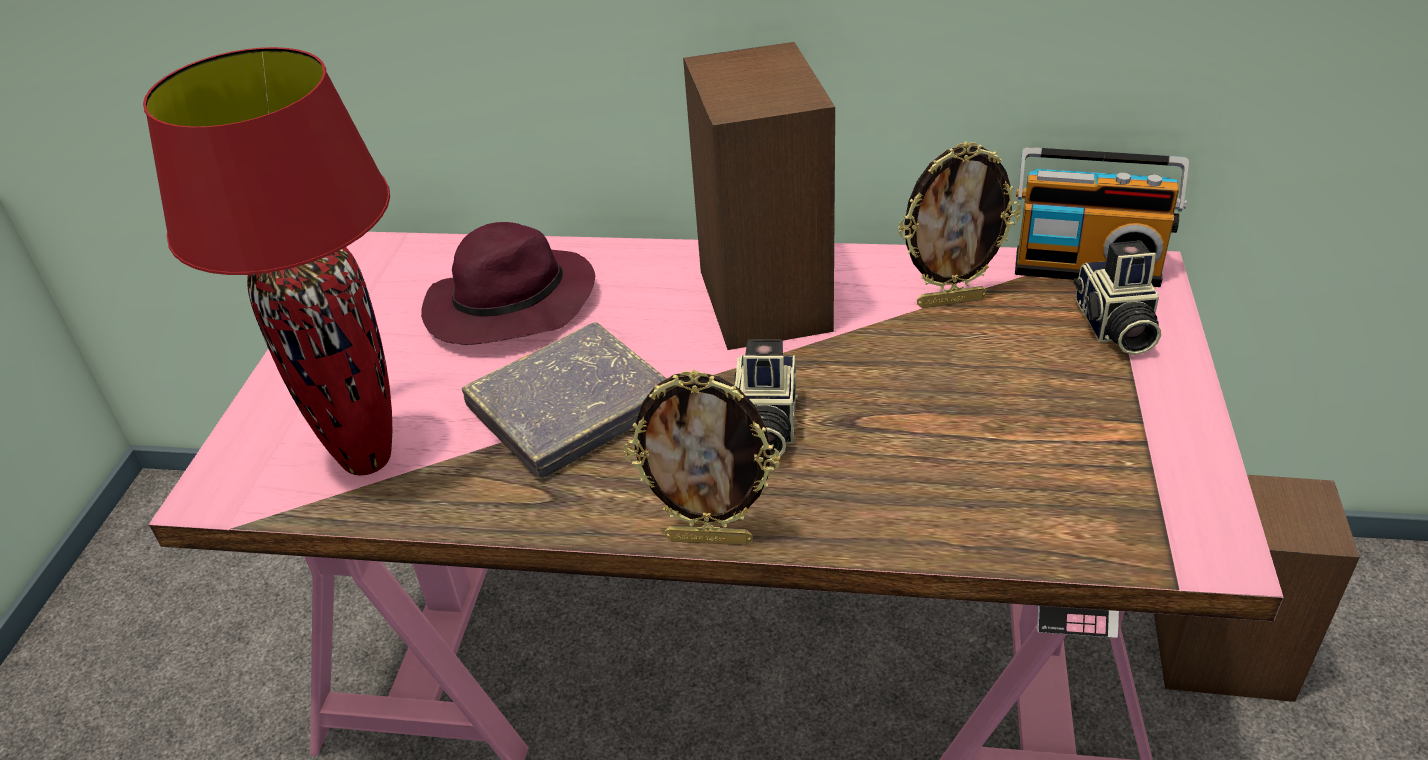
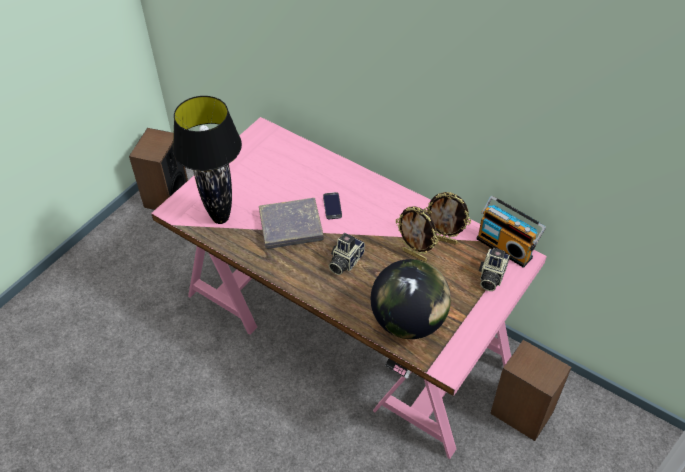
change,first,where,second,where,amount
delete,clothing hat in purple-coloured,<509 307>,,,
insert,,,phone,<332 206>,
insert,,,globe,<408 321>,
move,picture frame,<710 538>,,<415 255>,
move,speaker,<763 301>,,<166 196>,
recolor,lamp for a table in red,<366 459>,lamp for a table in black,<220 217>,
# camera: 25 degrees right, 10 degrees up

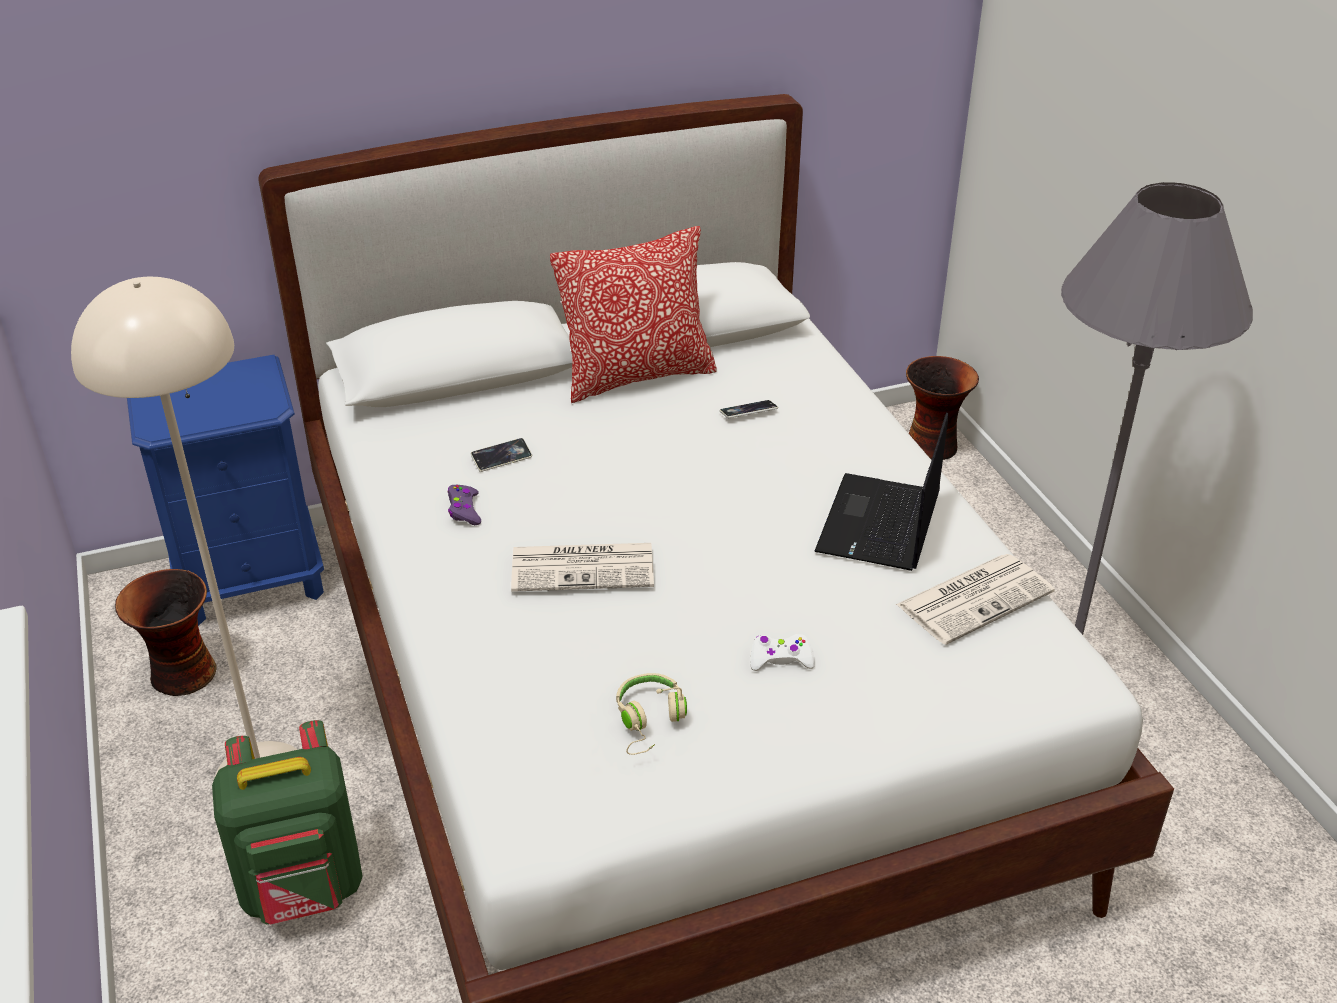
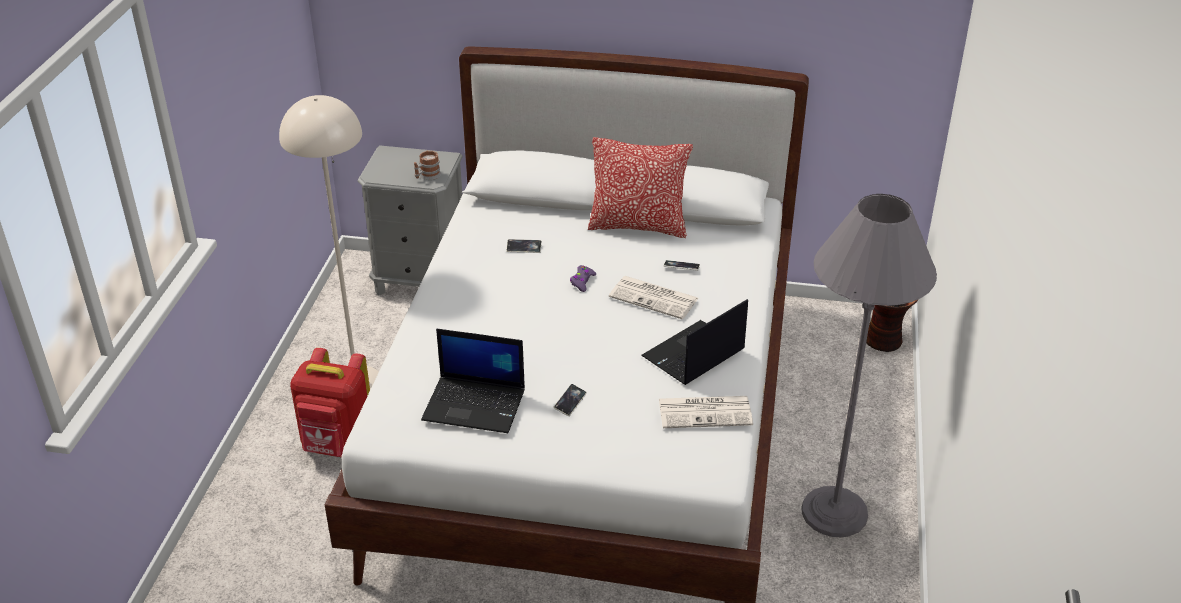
change,first,where,second,where,amount
delete,vase,<182 675>,,,
insert,,,mug,<427 176>,
move,game controller in purple-coloured,<464 510>,,<582 281>,
move,printed paper,<585 567>,,<655 298>,
replace,pair of headphones in sand-coloured,<650 721>,notebook computer,<476 404>,
replace,game controller in white,<780 659>,phone,<570 402>,
recolor,nightstand in blue-coloured,<251 580>,nightstand in greyish,<421 280>,
recolor,knapsack in green,<304 890>,knapsack in red,<338 445>,
# camera: 30 degrees right, 0 degrees up

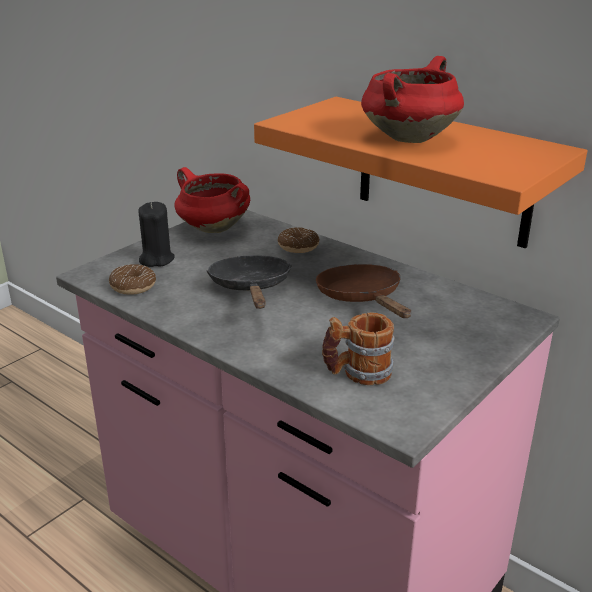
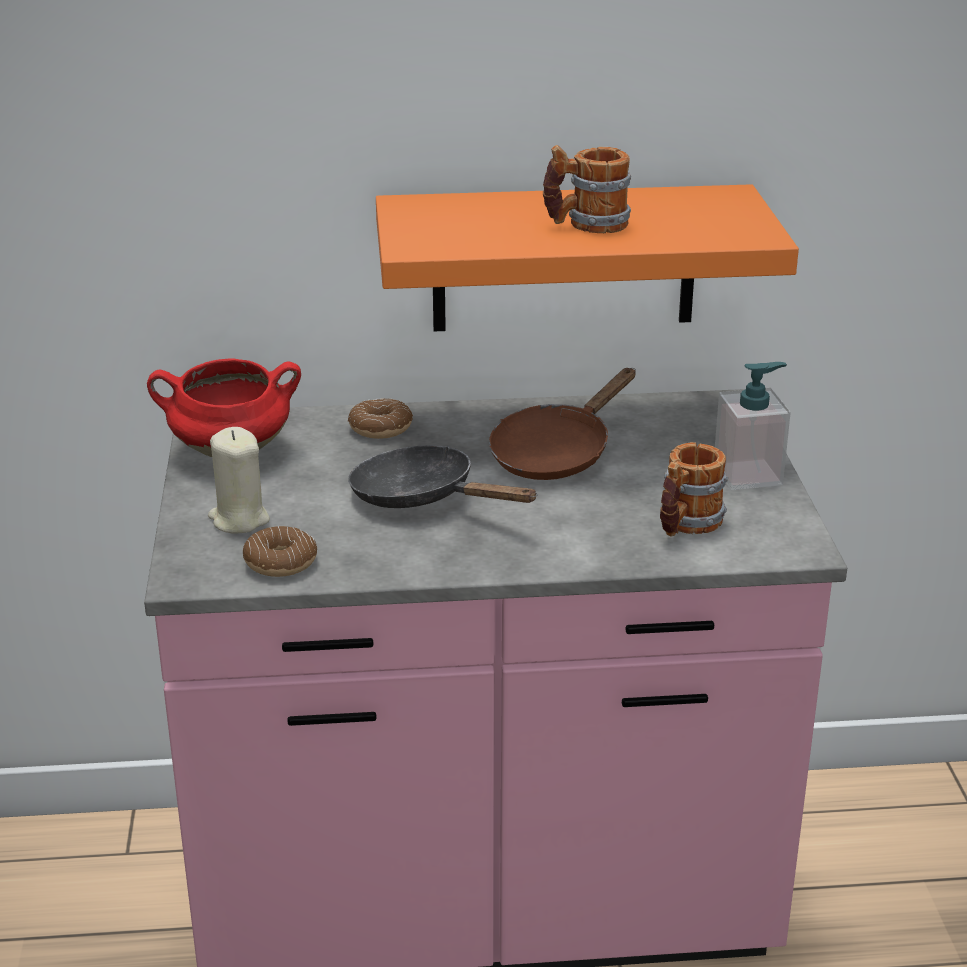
change,first,where,second,where,amount
insert,,,soap dispenser,<748 475>,
replace,saucepot in red,<409 138>,mug,<586 224>,
recolor,candle in black,<156 259>,candle in sand-coloured,<239 519>,
rotate,skillet in brown,<362 298>,,<557 453>,75 degrees counterclockwise
# camera: 45 degrees left, 0 degrees up

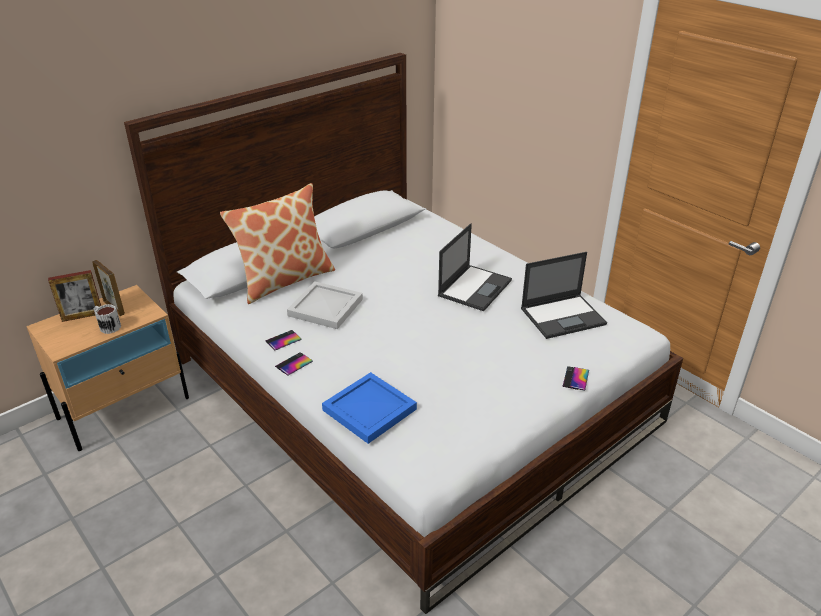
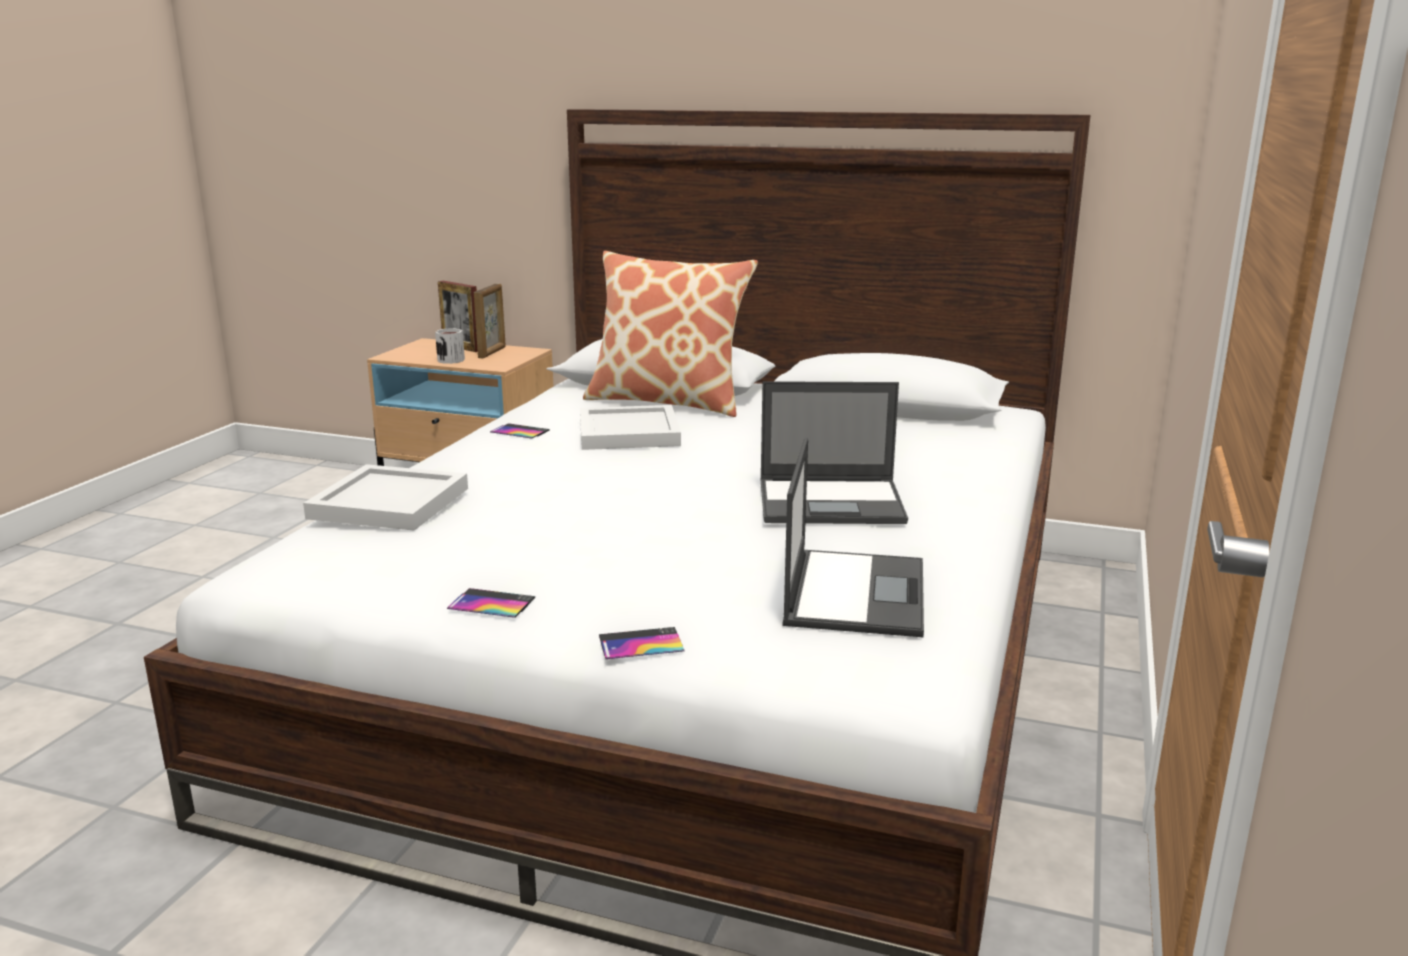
change,first,where,second,where,amount
move,phone,<294 364>,,<491 603>,
recolor,tray in blue-coloured,<369 408>,tray in white,<392 502>,
rotate,notebook computer,<563 316>,,<855 592>,120 degrees counterclockwise
# camera: 60 degrees right, 15 degrees down

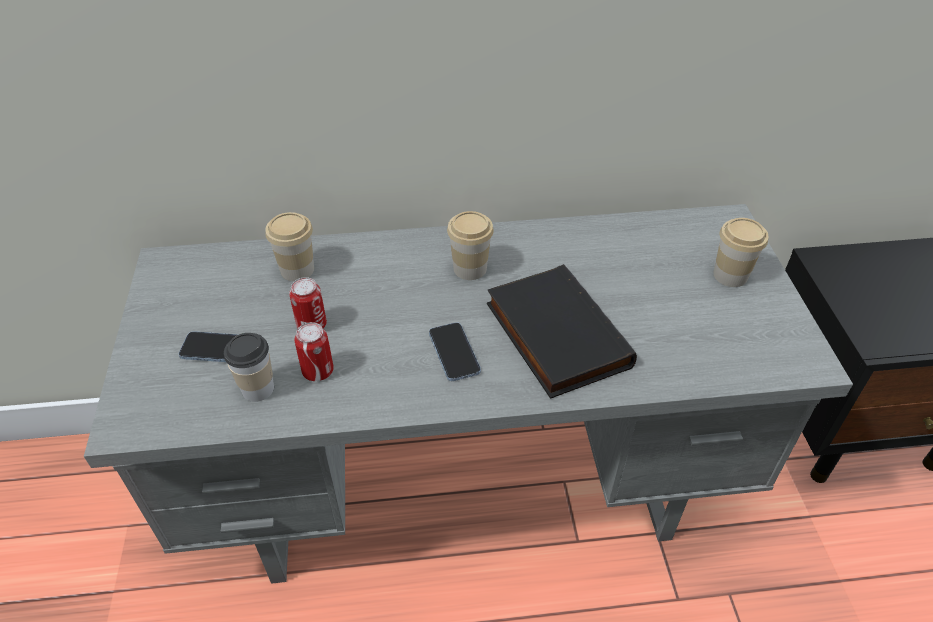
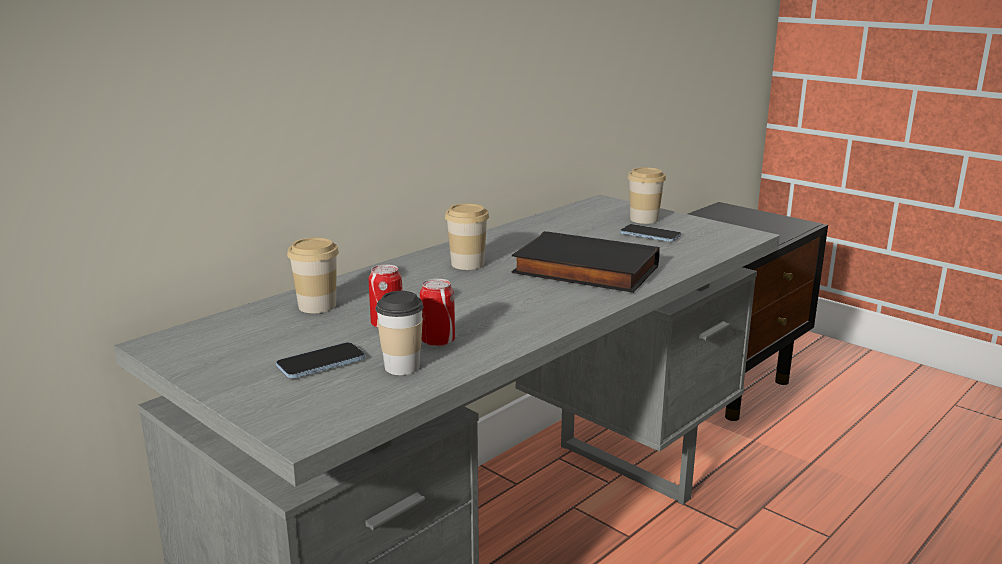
change,first,where,second,where,amount
move,phone,<454 353>,,<650 235>,
# camera: 40 degrees left, 25 degrees down

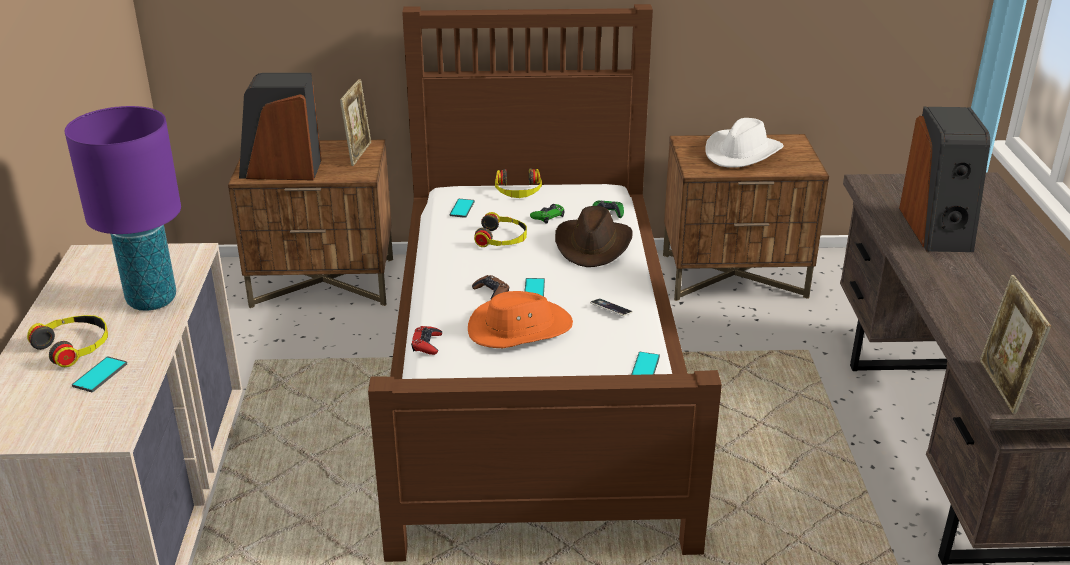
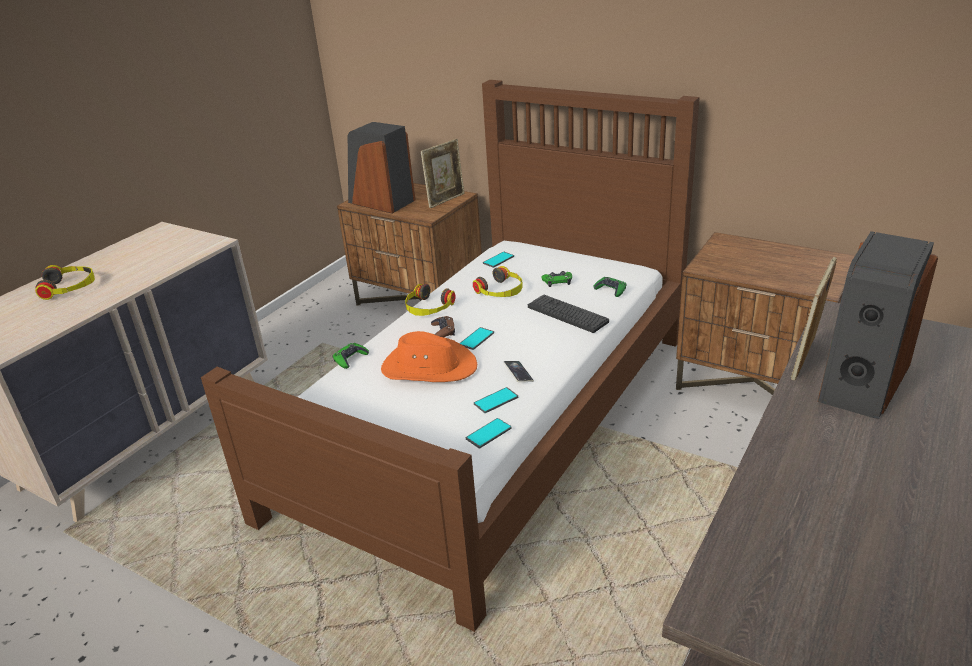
change,first,where,second,where,amount
delete,lamp for a table in purple-coloured,<151 300>,,,
delete,clothing hat in white,<742 153>,,,
move,phone,<100 375>,,<496 400>,
move,pair of headphones,<518 191>,,<428 308>,
move,picture frame,<1001 387>,,<806 360>,
replace,clothing hat in brown,<593 245>,keyboard,<567 314>,
recolor,game controller in red,<427 344>,game controller in green,<350 359>,
# camera: 35 degrees right, 0 degrees up

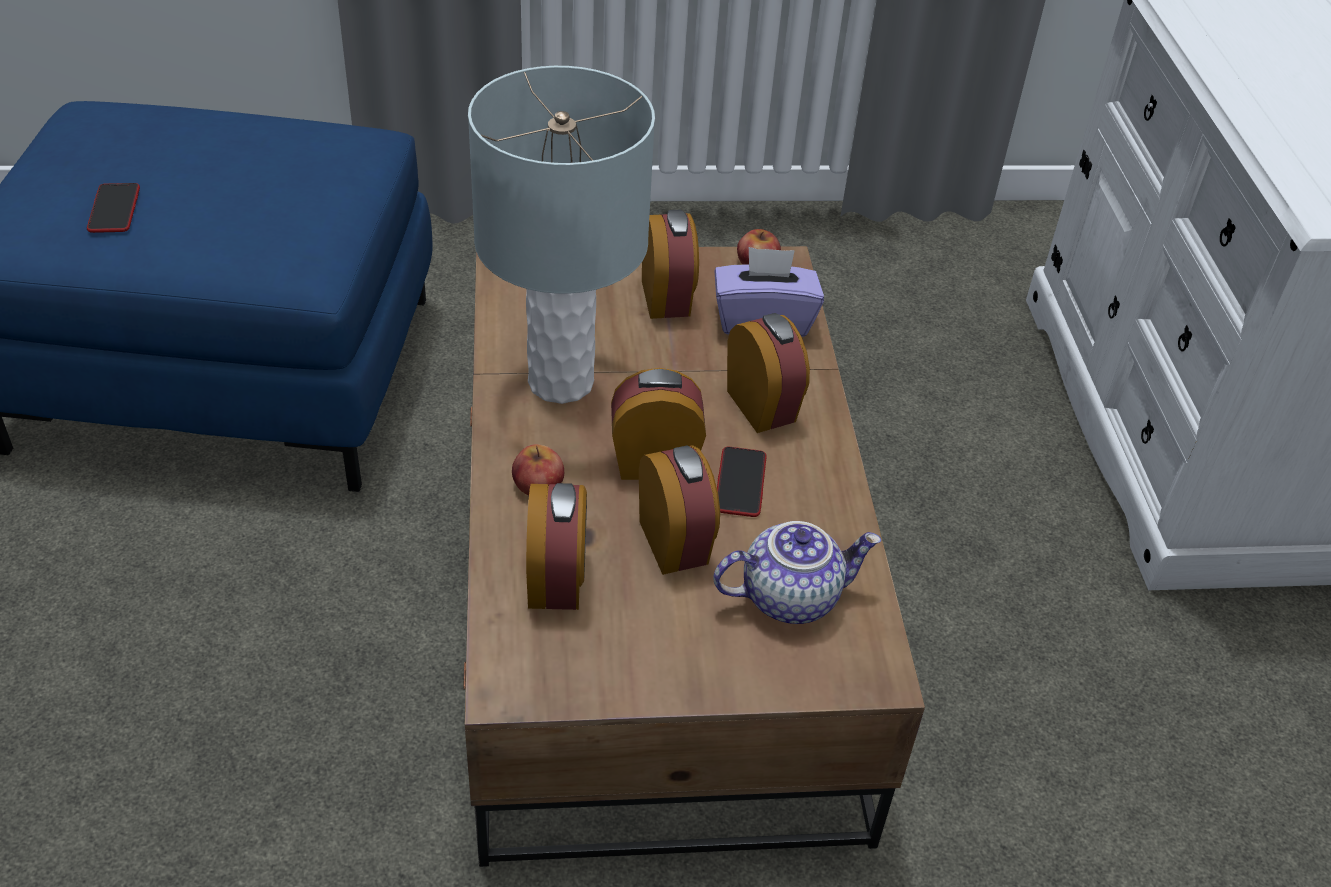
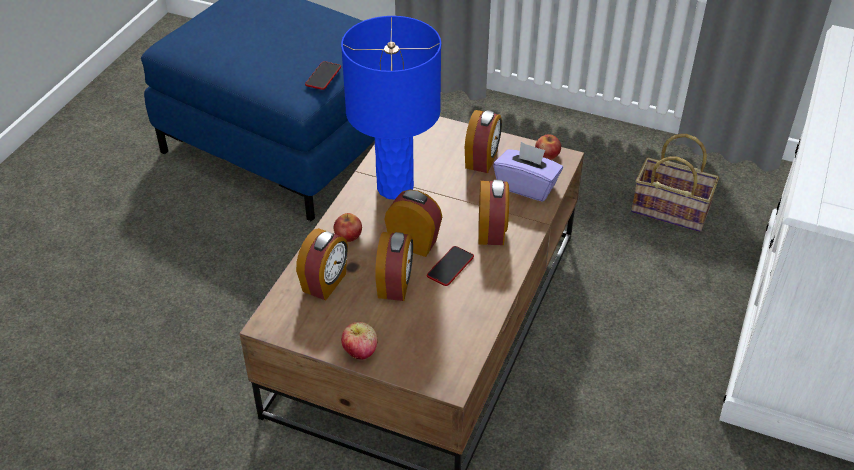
change,first,where,second,where,amount
delete,tea pot,<790 596>,,,
insert,,,whole apple,<360 352>,
insert,,,household basket,<672 210>,
move,phone,<114 209>,,<323 76>,
recolor,lamp for a table in greyish,<560 382>,lamp for a table in blue-coloured,<394 188>,
# camera: 30 degrees right, 0 degrees up

